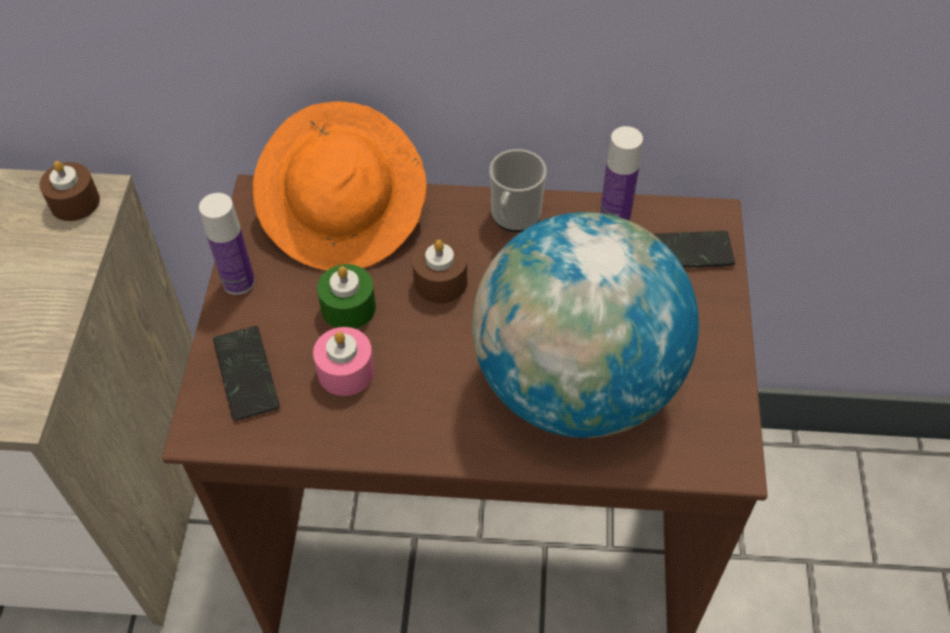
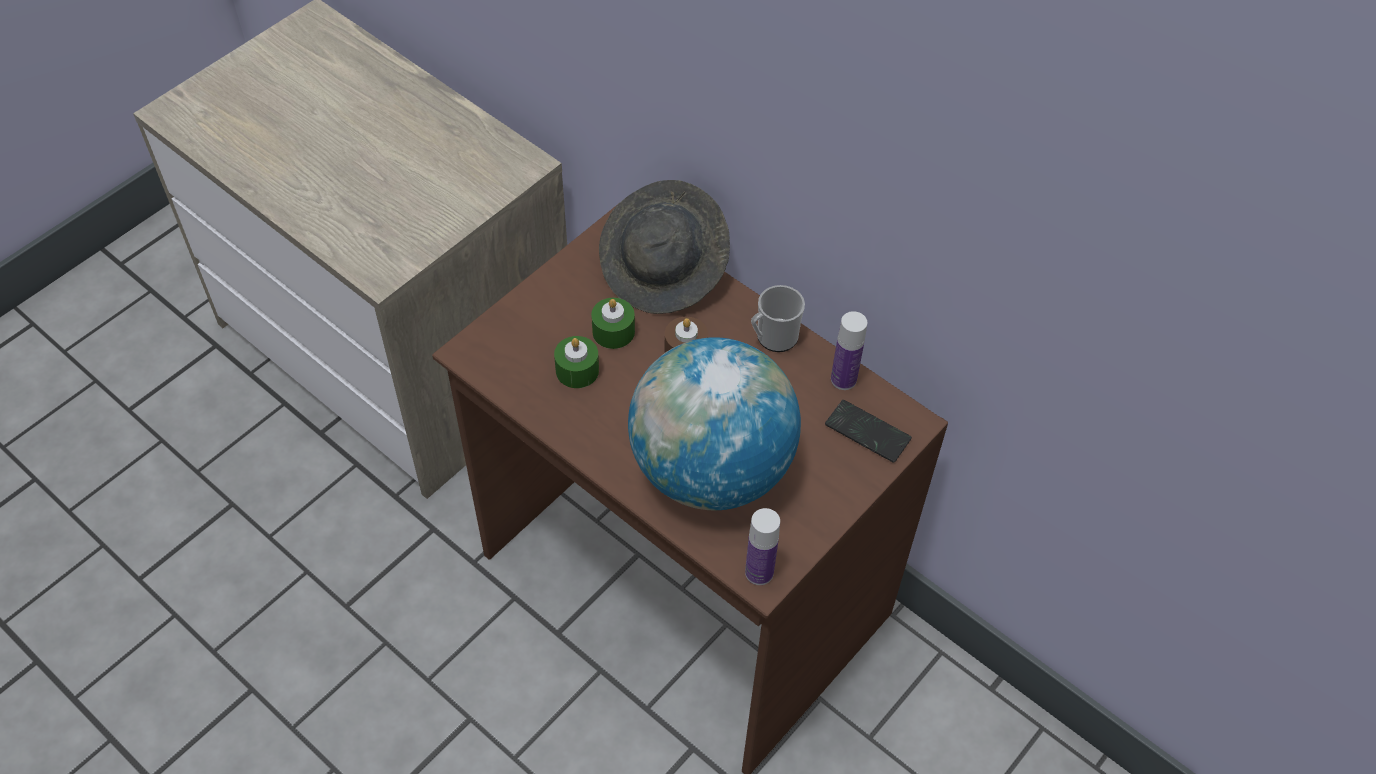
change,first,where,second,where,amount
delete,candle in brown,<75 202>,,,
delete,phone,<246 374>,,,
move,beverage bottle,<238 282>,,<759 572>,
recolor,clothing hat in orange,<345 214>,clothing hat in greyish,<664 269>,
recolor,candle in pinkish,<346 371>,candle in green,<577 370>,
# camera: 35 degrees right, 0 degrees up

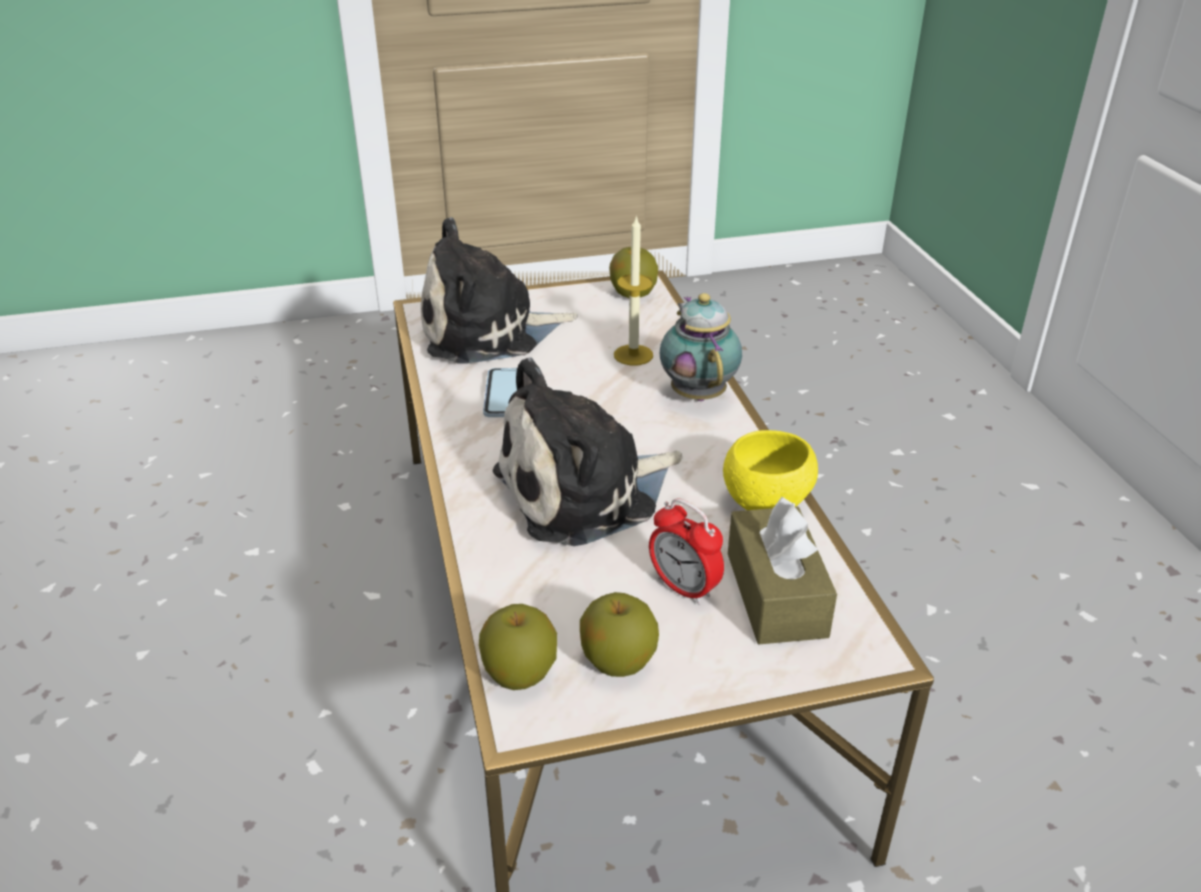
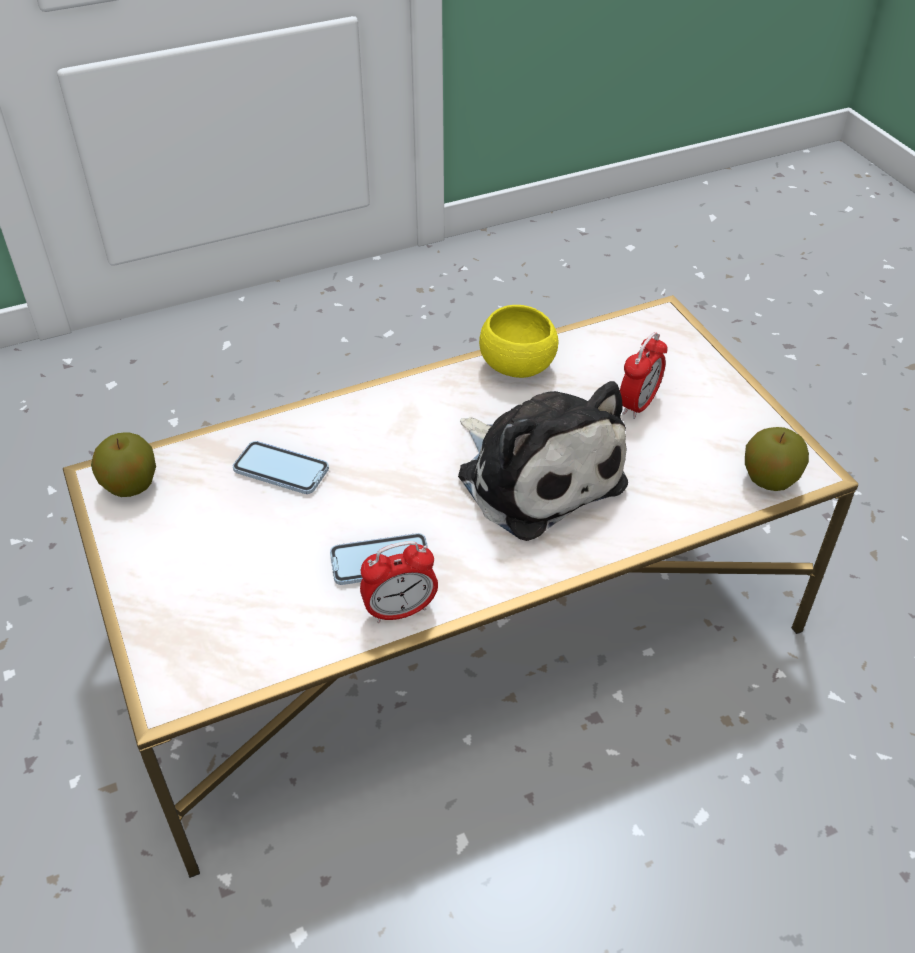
change,first,where,second,where,amount
delete,cuddly toy,<488 332>,,,
delete,whole apple,<618 661>,,,
delete,tea pot,<697 393>,,,
delete,tissue box in brown,<776 594>,,,
insert,,,alarm clock,<400 610>,
replace,candle,<633 355>,phone,<281 470>,
# camera: 100 degrees left, 10 degrees up

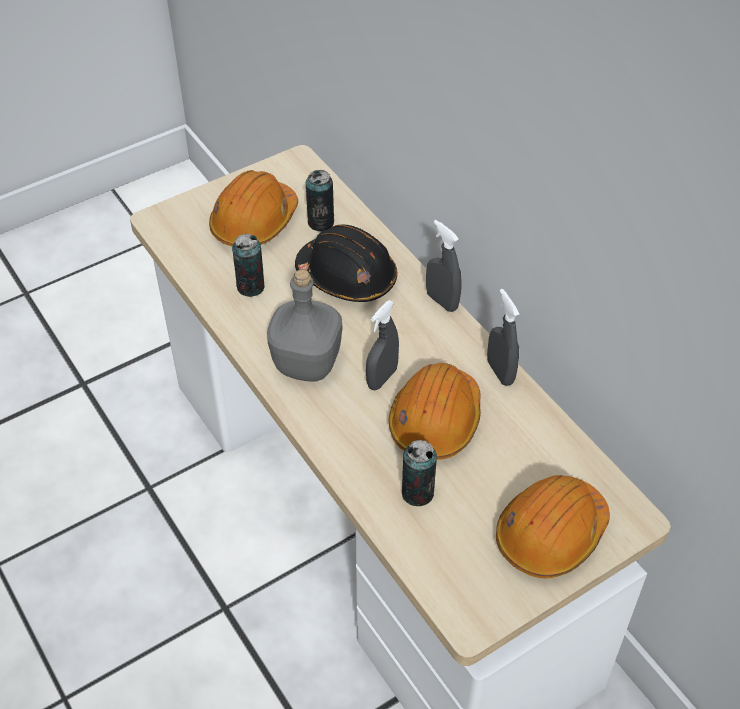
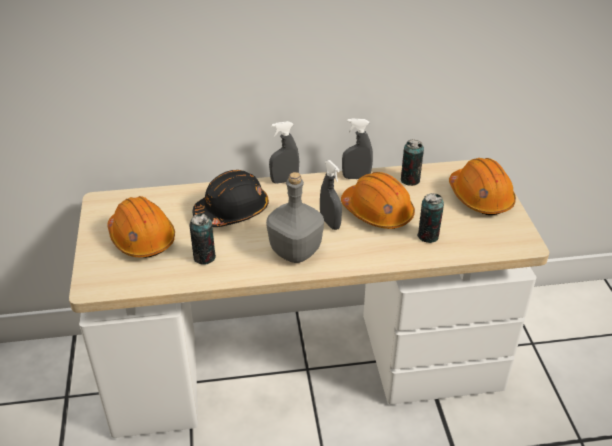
change,first,where,second,where,amount
move,sealed can,<321 222>,,<410 180>,
# camera: 65 degrees left, 10 degrees down

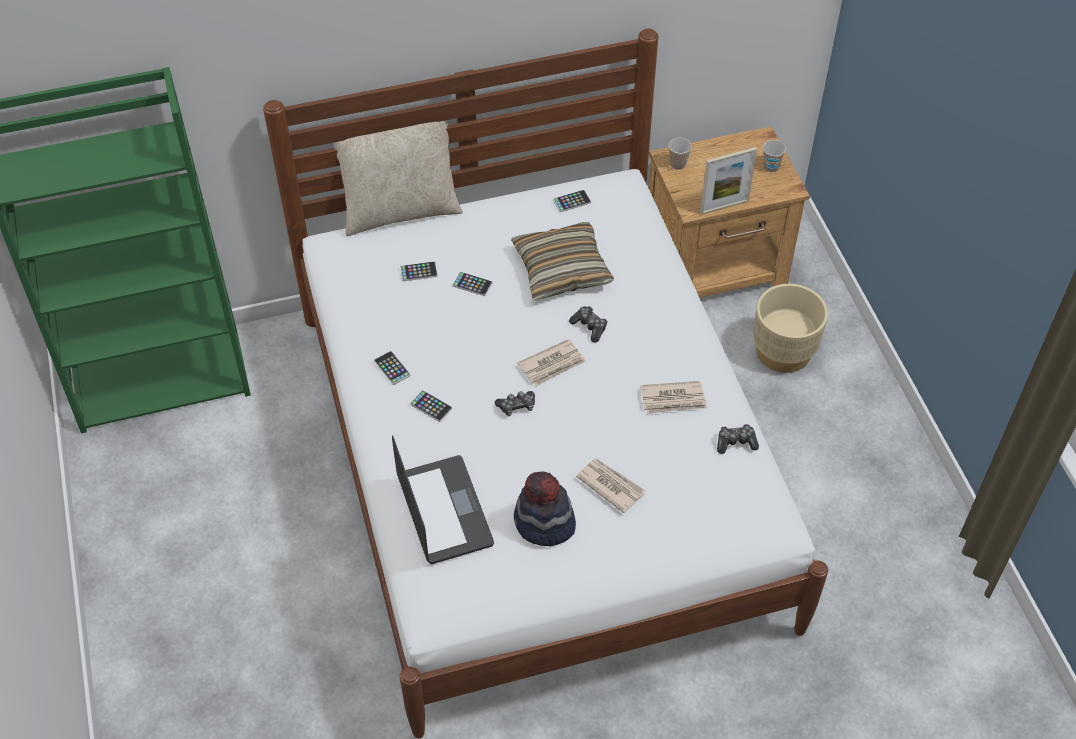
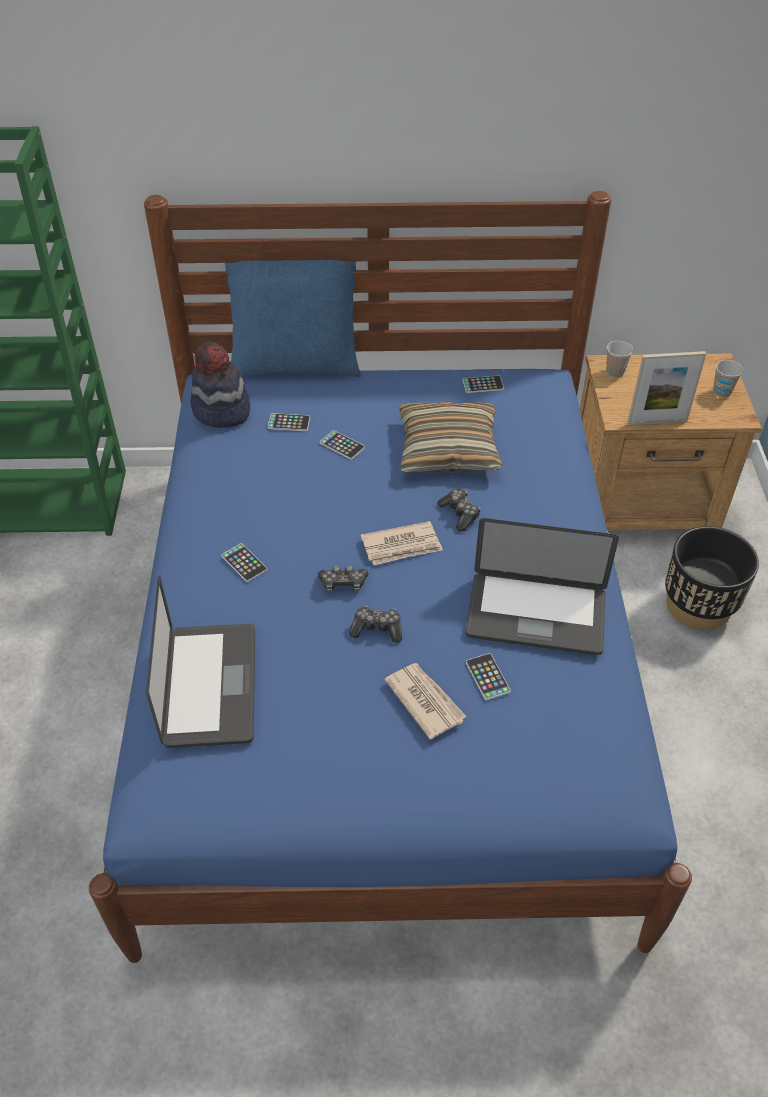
change,first,where,second,where,amount
move,phone,<392 368>,,<487 677>,
move,clothing hat,<544 523>,,<221 411>,
move,game controller,<736 442>,,<377 629>,
replace,printed paper,<673 399>,notebook computer,<536 615>,
recolor,bed in white,<537 464>,bed in blue-coloured,<383 670>,
recolor,cushion in sand-coloured,<400 210>,cushion in blue-coloured,<296 363>,
recolor,flower pot in sand-coloured,<783 351>,flower pot in black,<698 606>,
# camera: 15 degrees right, 5 degrees down

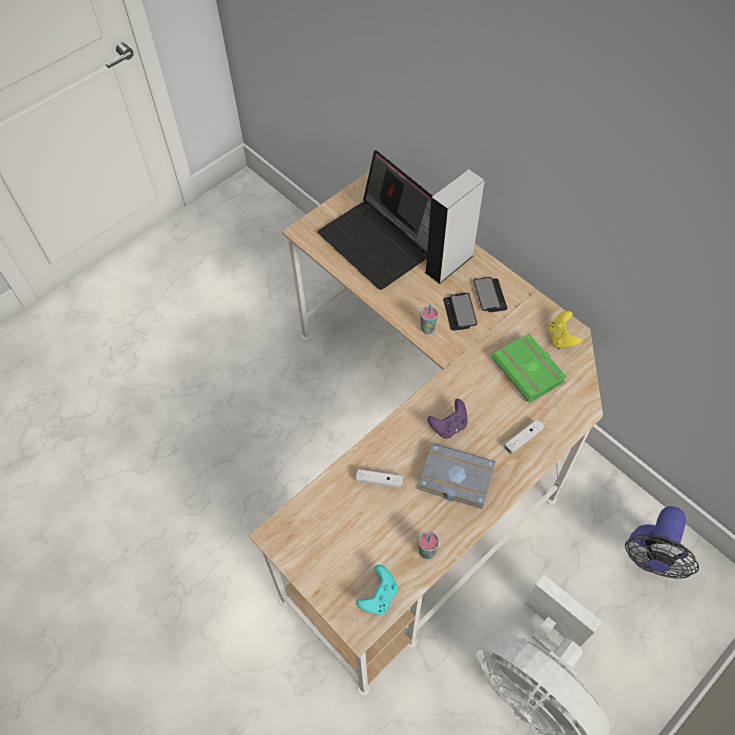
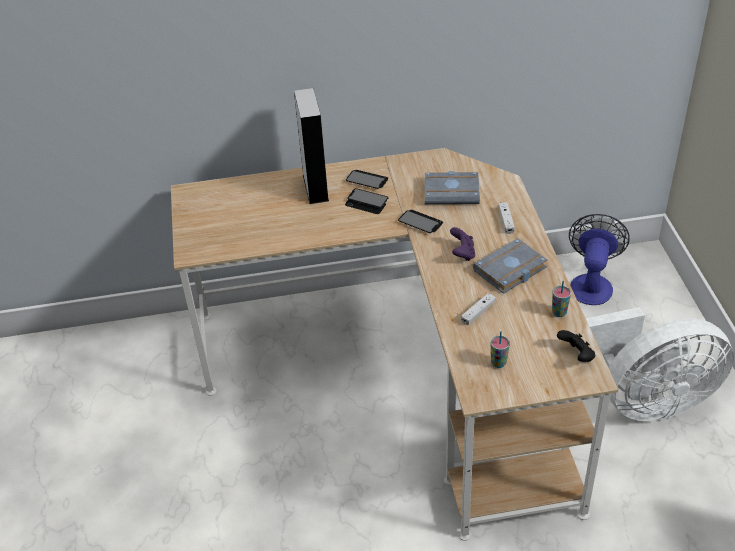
change,first,where,second,where,amount
delete,notebook computer,<380 242>,,,
delete,game controller in yellow,<561 338>,,,
insert,,,phone,<420 222>,
move,cup,<427 329>,,<498 363>,
recolor,game controller in turquoise-coloured,<378 596>,game controller in black,<576 355>,
recolor,volume in green,<530 371>,volume in greyish,<452 191>,
rotate,fan,<649 557>,,<591 283>,135 degrees counterclockwise
# camera: 55 degrees left, 15 degrees down

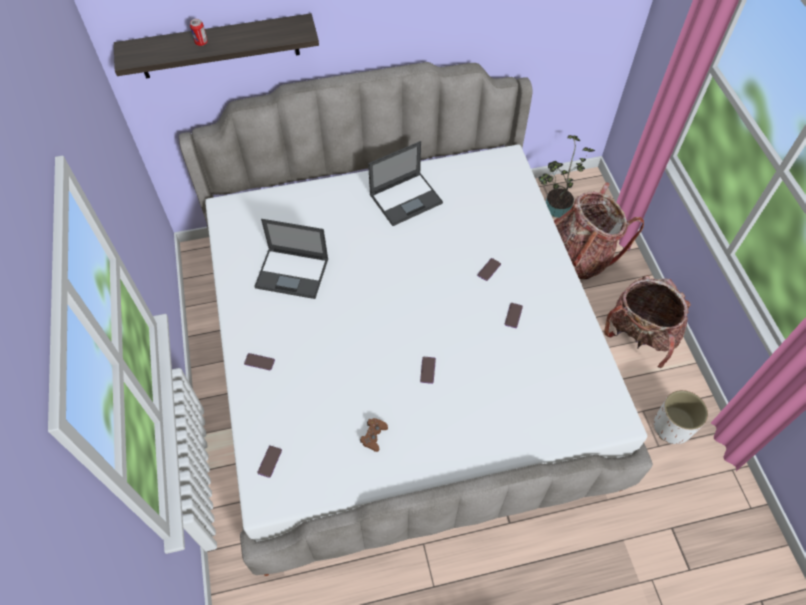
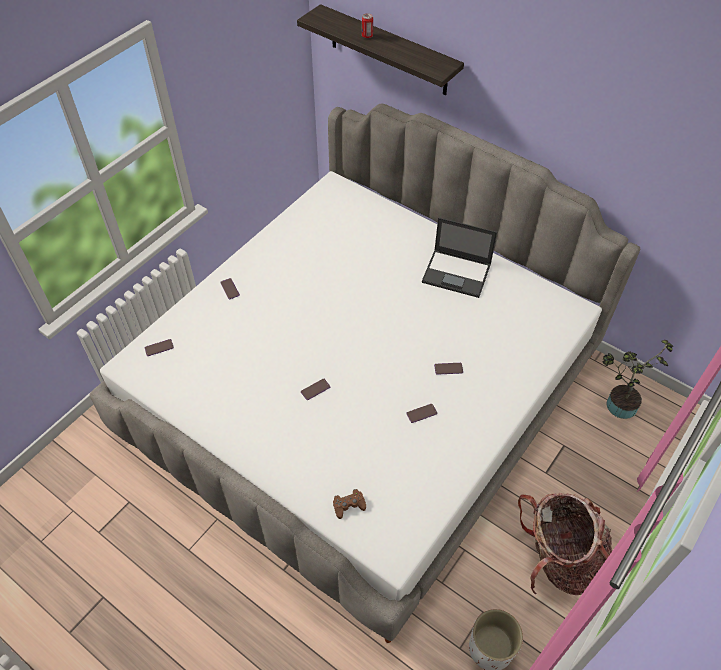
change,first,where,second,where,amount
delete,notebook computer,<293 273>,,,
delete,knapsack,<579 255>,,,
move,game controller in brown,<373 436>,,<349 505>,
# camera: 50 degrees right, 5 degrees down

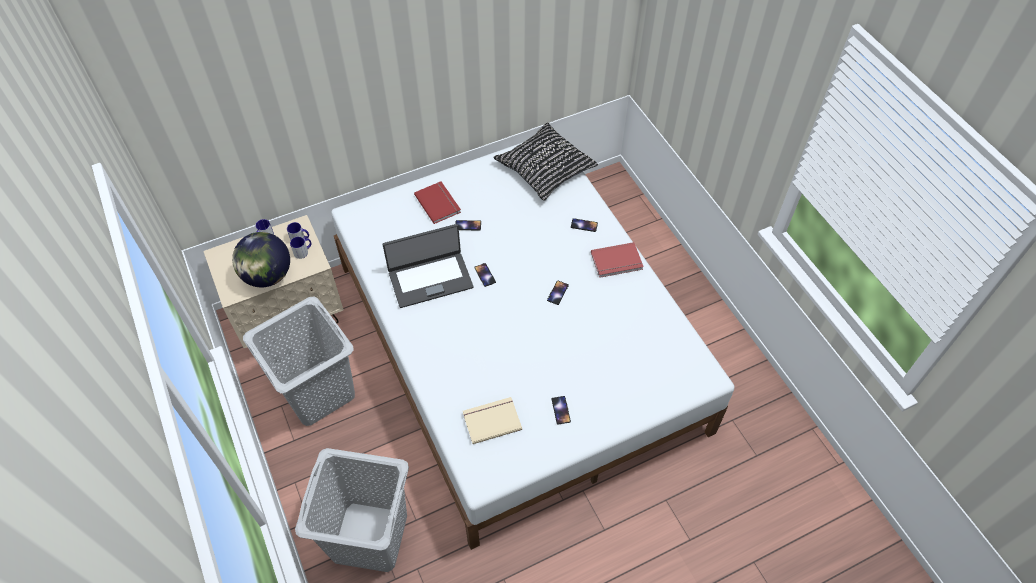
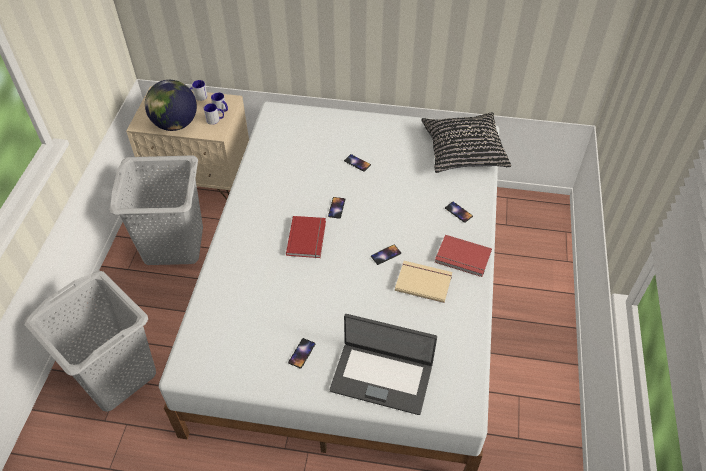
change,first,where,second,where,amount
move,notebook computer,<430 279>,,<381 377>,
move,volume in red,<439 203>,,<308 238>,
move,volume in sand-coloured,<491 420>,,<423 281>,
# camera: 35 degrees right, 5 degrees down

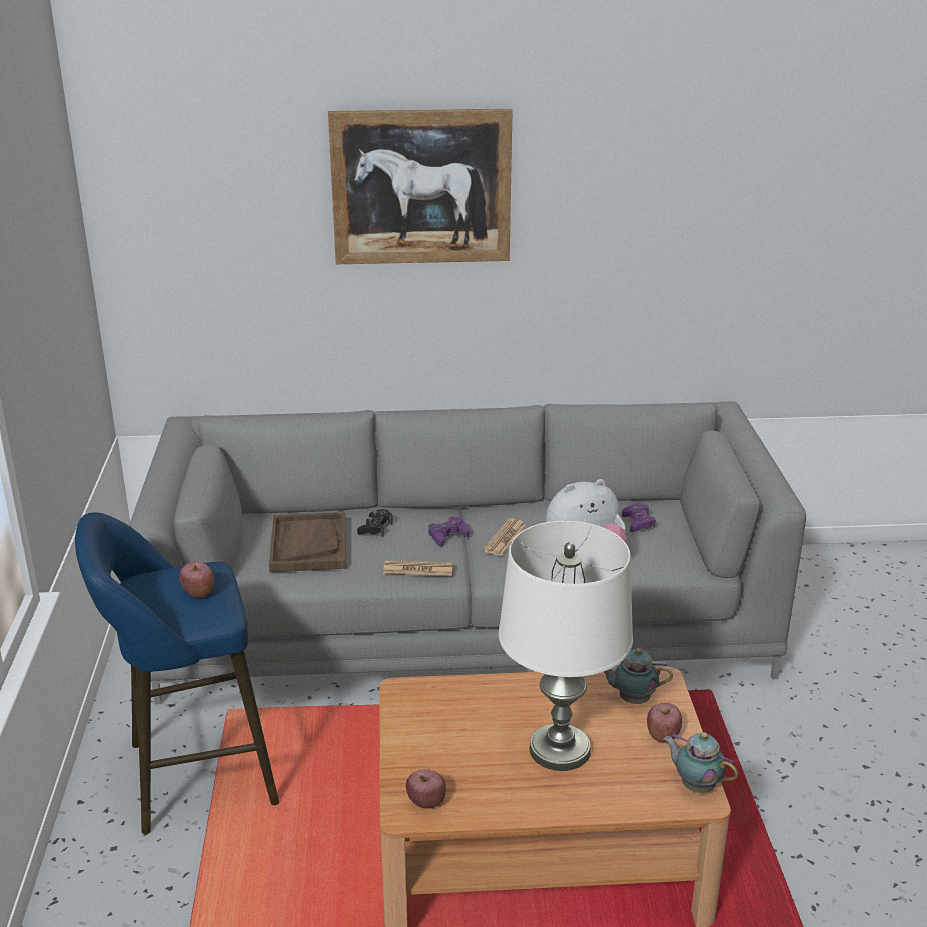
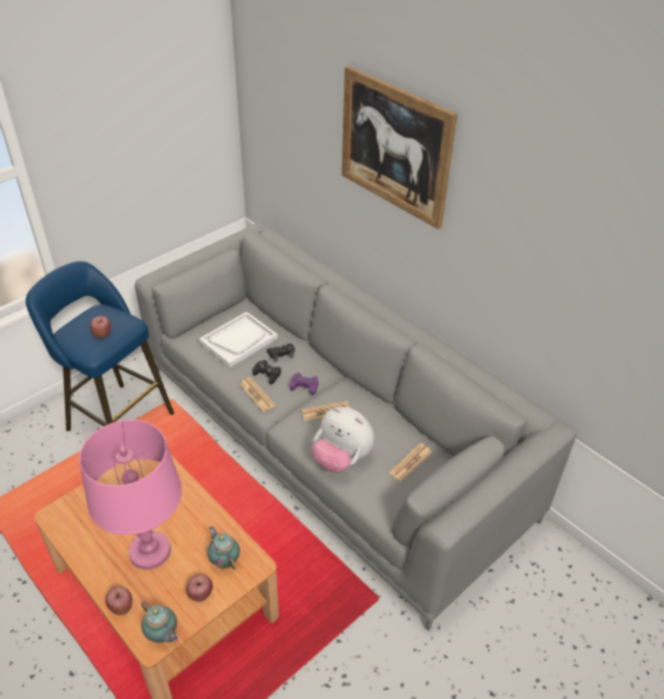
change,first,where,second,where,amount
insert,,,game controller in black,<267 374>,
move,whole apple,<426 802>,,<121 607>,
replace,game controller in purple-coloured,<638 522>,printed paper,<410 462>,
recolor,tray in brown,<308 545>,tray in white,<238 340>,
recolor,lamp for a table in white,<560 750>,lamp for a table in pinkish,<150 551>,
rotate,tea pot,<696 785>,,<163 635>,135 degrees clockwise
# camera: 50 degrees right, 15 degrees up

